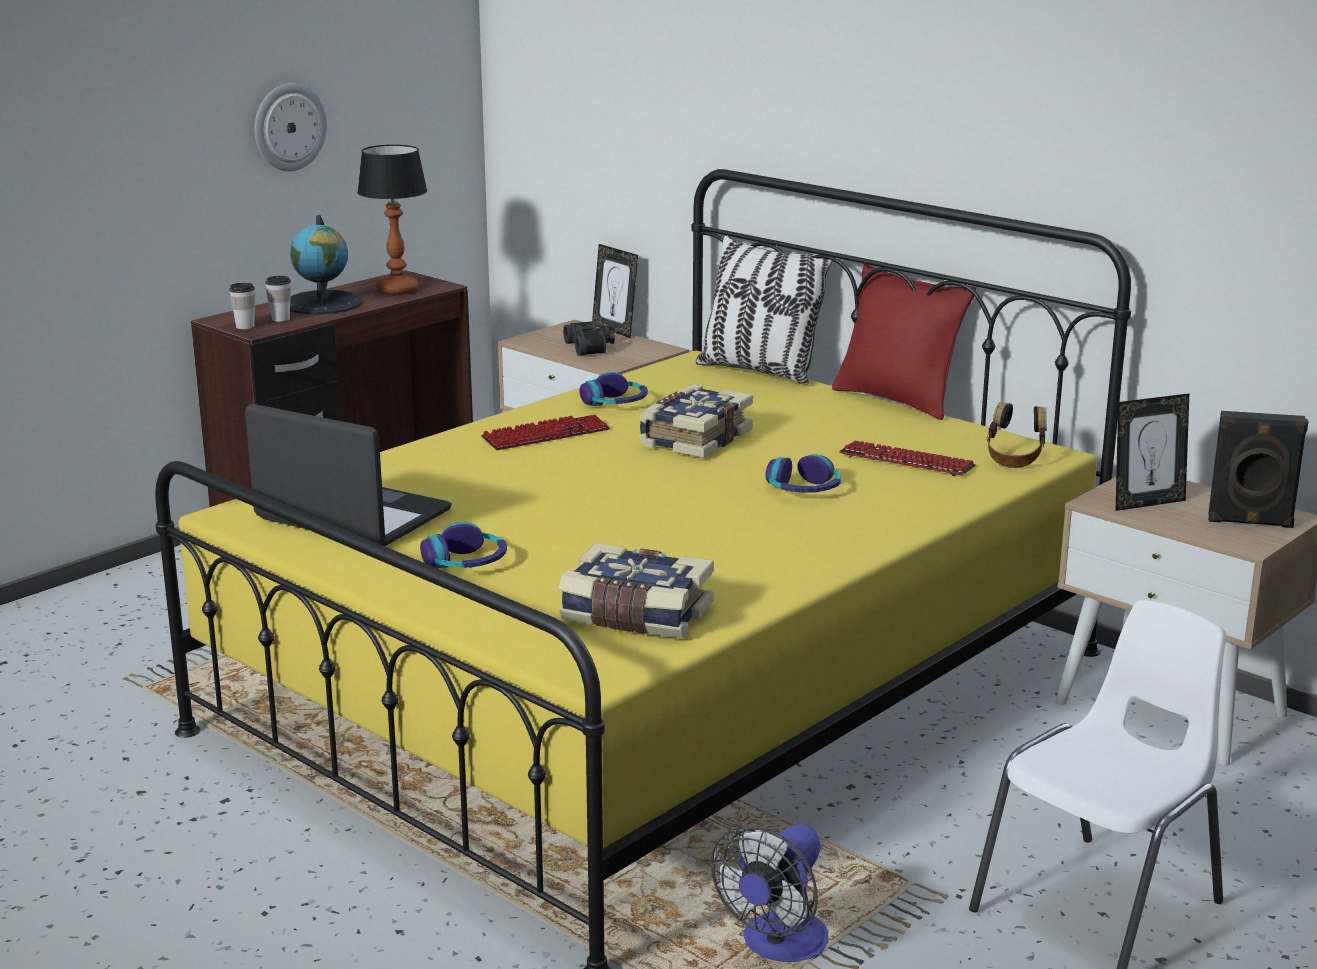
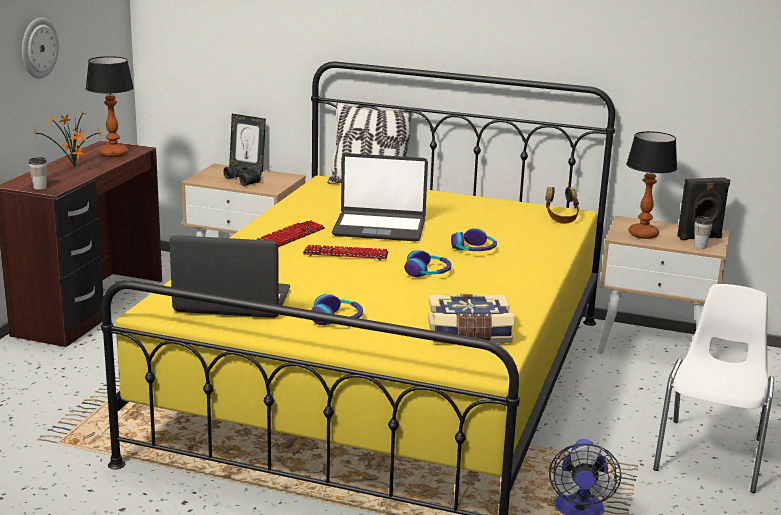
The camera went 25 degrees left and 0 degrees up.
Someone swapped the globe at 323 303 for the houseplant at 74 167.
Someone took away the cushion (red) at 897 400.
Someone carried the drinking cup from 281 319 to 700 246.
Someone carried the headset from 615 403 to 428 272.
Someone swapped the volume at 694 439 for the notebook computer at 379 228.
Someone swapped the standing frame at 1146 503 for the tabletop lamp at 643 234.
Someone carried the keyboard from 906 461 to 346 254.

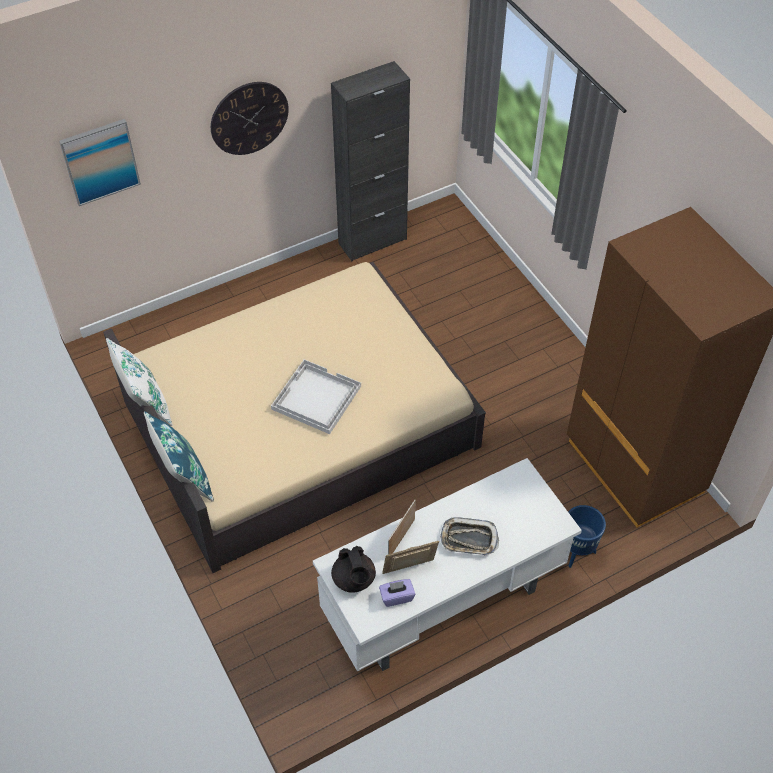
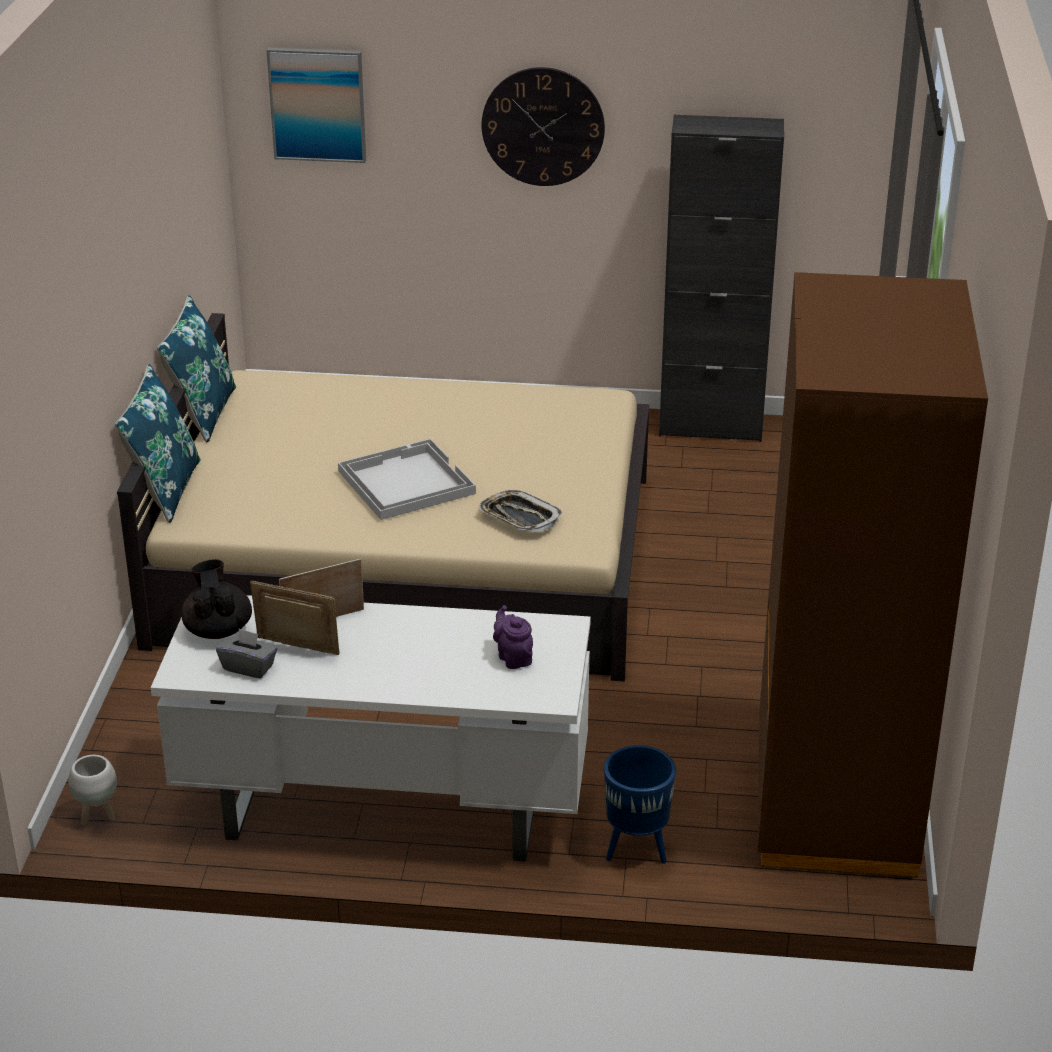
The camera went 35 degrees right and 20 degrees down.
Someone repainted the cushion (white) at 145 403, which became the cushion (bluish) at 202 413.
Someone carried the serving tray from 469 539 to 519 517.
Someone rotated the teapot (black-coloured) at 354 580 by 150 degrees clockwise.
Someone repainted the tissue holder (purple) at 396 597, which became the tissue holder (grey) at 248 667.
Someone put down the teapot (purple) at 513 657.
Someone put down the planter (white) at 97 816.

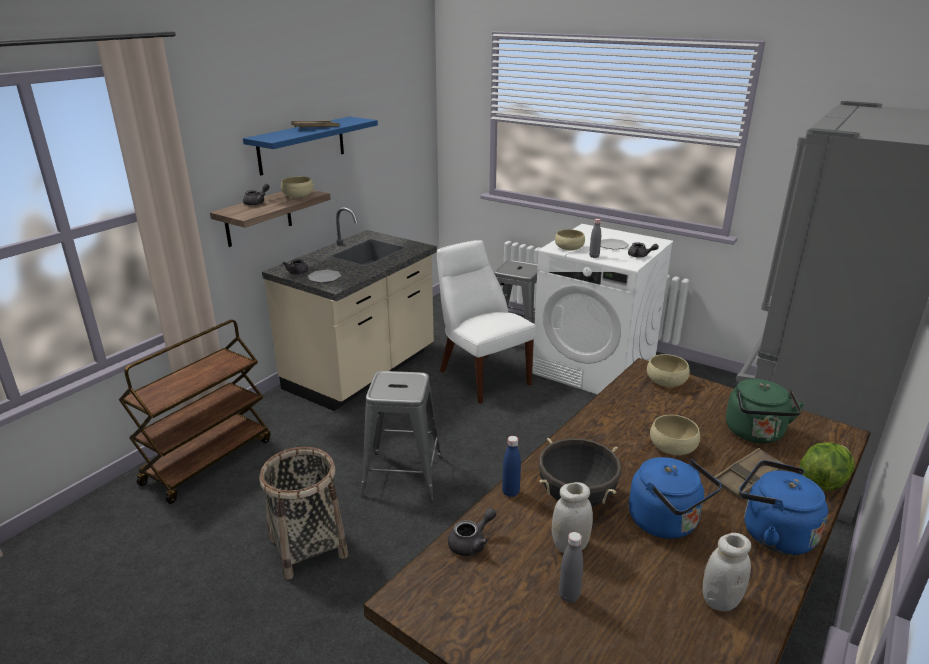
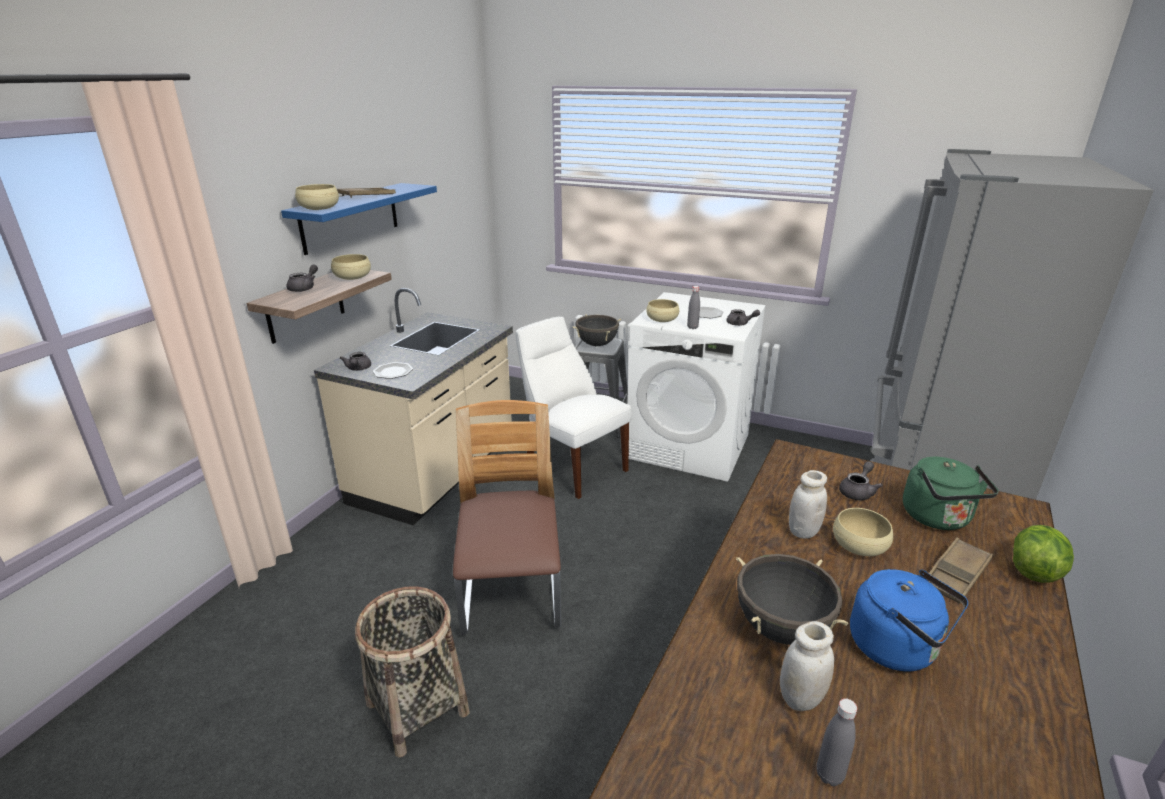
The camera went 10 degrees left and 0 degrees up.
Someone took away the cart (brown) at 208 461.
Someone carried the deep dish (beige-coloured) from 666 381 to 319 208.
Someone swapped the stool seat (grey) at 402 476 for the upright chair at 512 597.
Someone took away the drink bottle (bluish) at 510 492.
Someone took away the kettle (bluish) at 772 533.
Someone carried the teapot (grey) from 471 543 to 858 491.
Someone carried the jar (white) from 720 600 to 803 531.
Someone put down the saucepot (black-coloured) at 597 344.

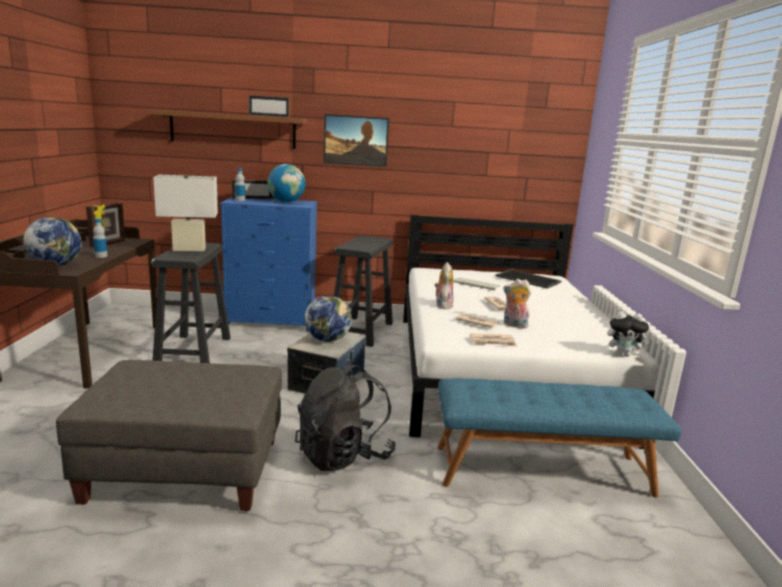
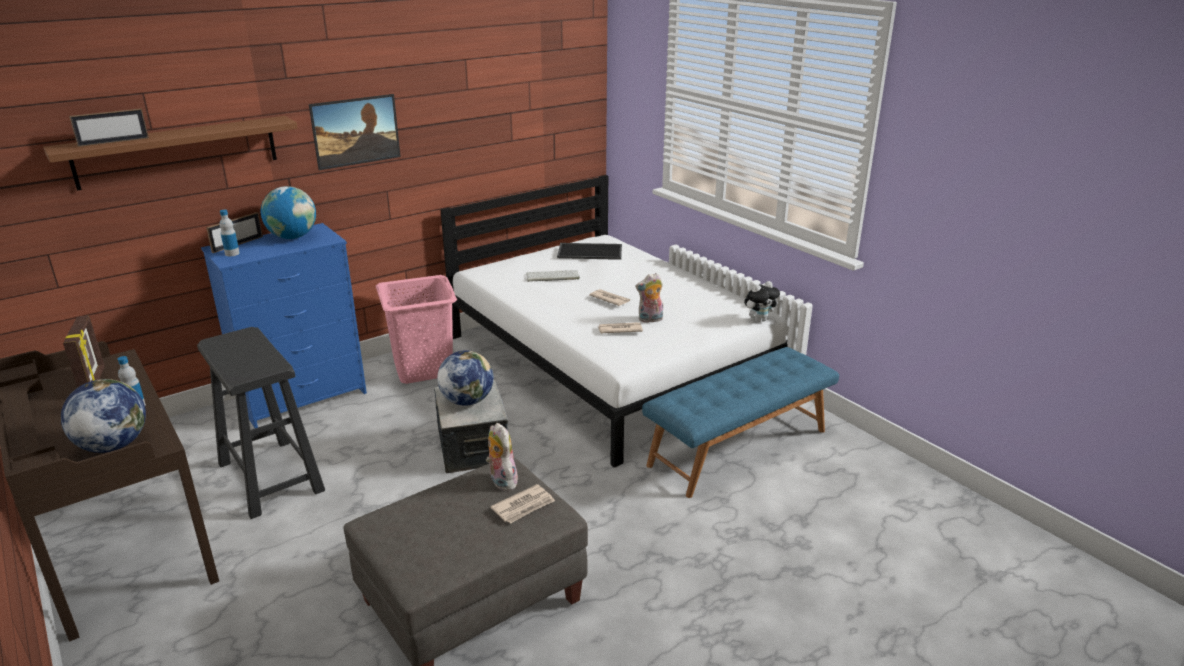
The camera went 35 degrees left and 10 degrees up.
Someone carried the standing frame from 268 116 to 113 142.
Someone took away the tabletop lamp (white) at 189 249.
Someone swapped the stool seat (black-coloured) at 361 331 for the washing basket (pink-coloured) at 424 369.
Someone carried the soft toy from 442 305 to 501 481.
Someone carried the daily paper from 493 342 to 524 506.
Someone took away the backpack (black-coloured) at 343 455.

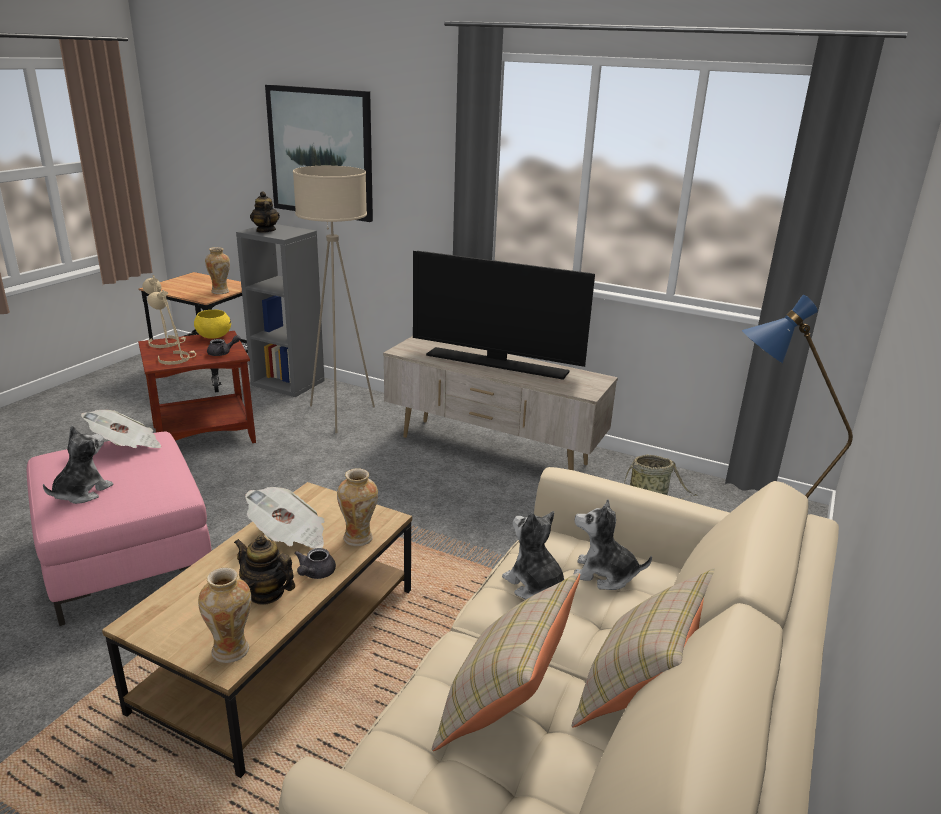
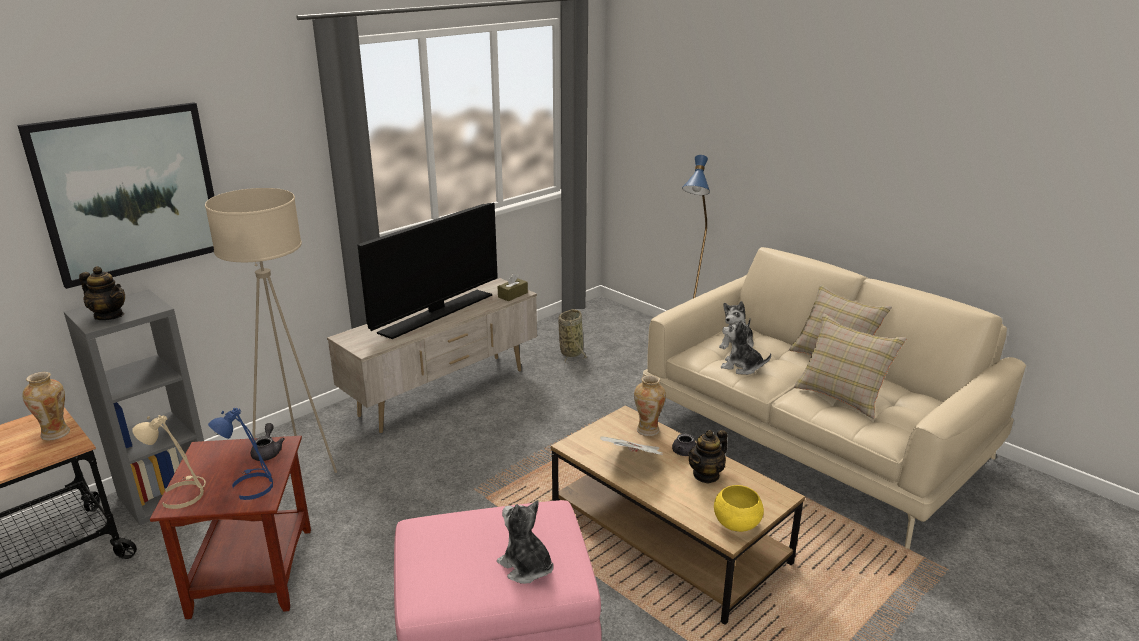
The camera went 70 degrees left and 0 degrees up.
Someone rotated the teapot at 265 230 by 150 degrees counterclockwise.
Someone repainted the tabletop lamp (beige-coloured) at 175 358, which became the tabletop lamp (bluish) at 251 486.
Someone carried the deep dish (yellow-coloured) from 213 336 to 736 524.
Someone took away the daily paper at 126 446.
Someone rotated the soft toy at 534 585 by 45 degrees clockwise.
Someone took away the flower vase at 232 650.
Someone put down the tissue holder (brown) at 513 295.

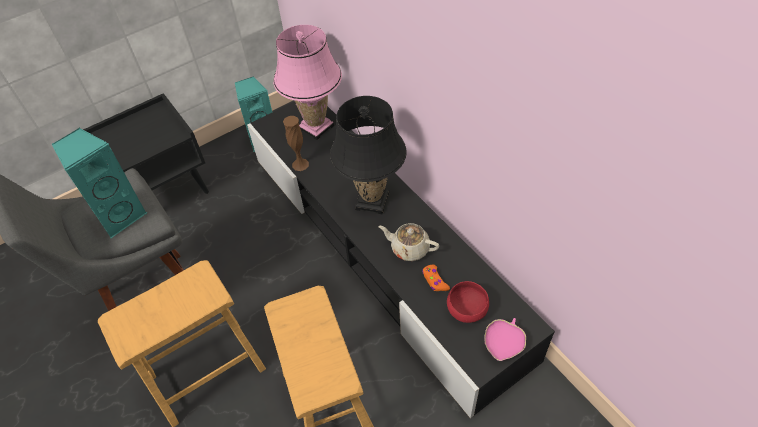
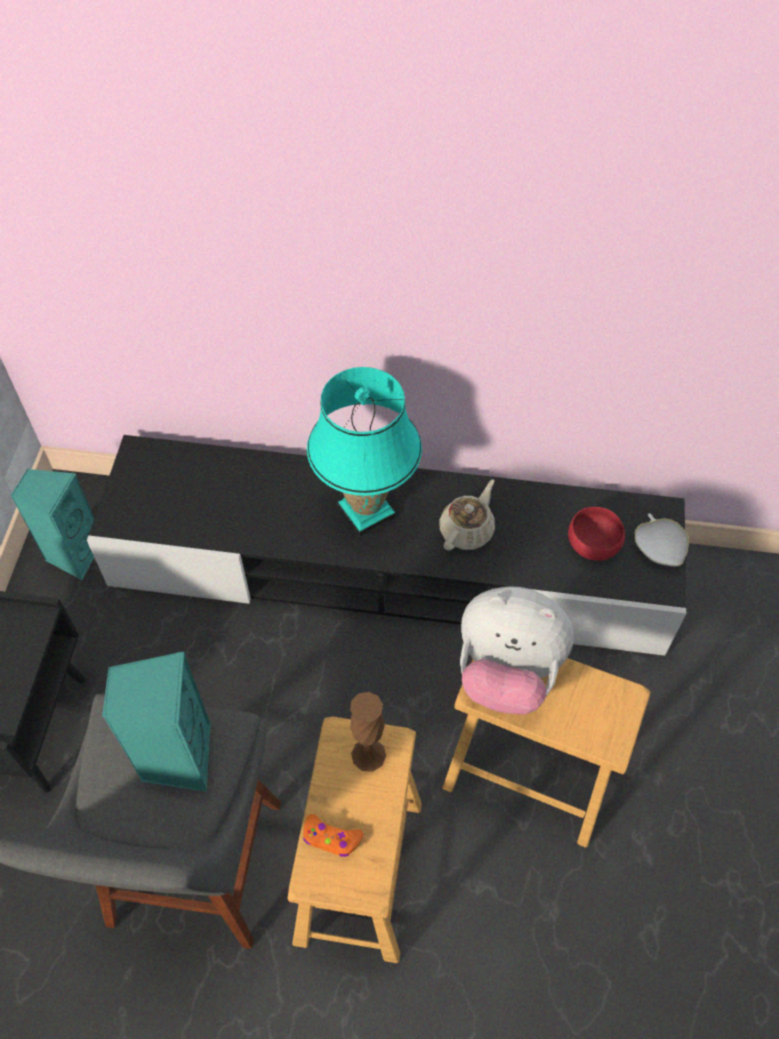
The camera went 50 degrees left and 5 degrees up.
Someone took away the tabletop lamp (pink-coloured) at 316 127.
Someone repainted the tabletop lamp (black-coloured) at 372 201, which became the tabletop lamp (turquoise-coloured) at 366 512.
Someone carried the flower vase (brown) from 300 164 to 368 754.
Someone rotated the teapot (beige-coloured) at 409 248 by 150 degrees clockwise.
Someone carried the joypad (orange) from 434 281 to 331 838.
Someone repainted the deep dish (pink-coloured) at 503 344, which became the deep dish (white) at 659 548.
Someone put down the soft toy at 507 672.

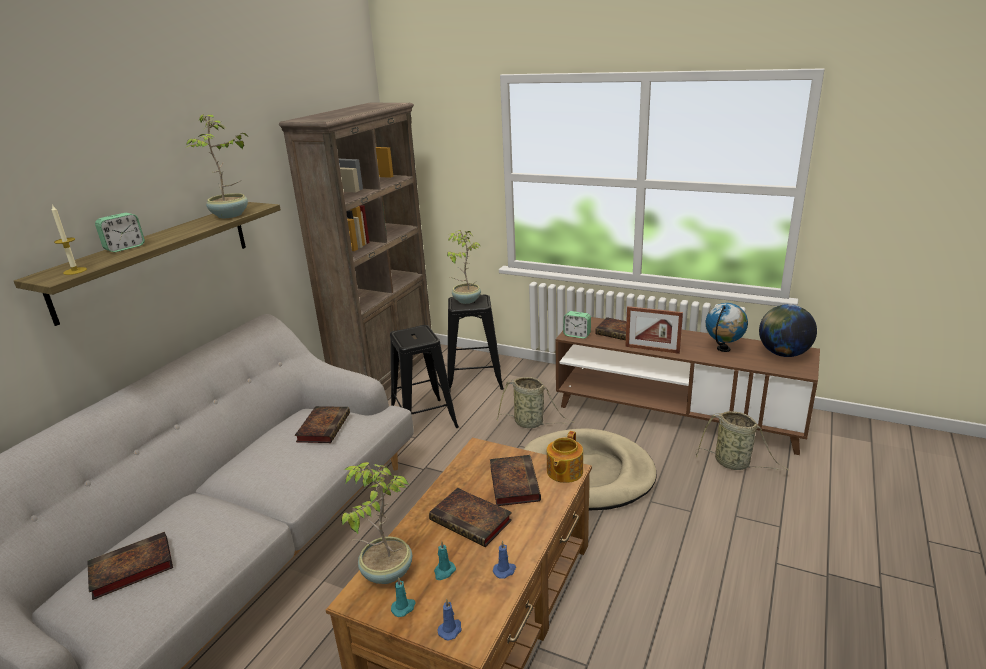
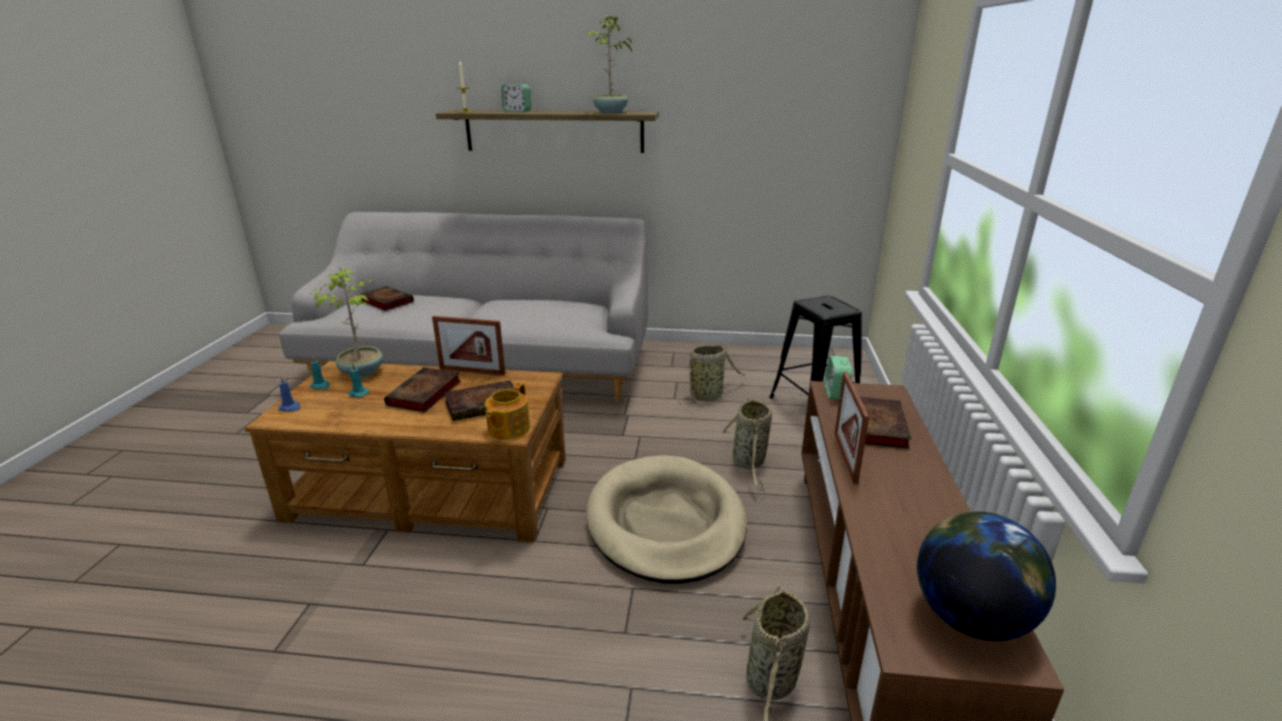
The camera went 70 degrees right and 0 degrees up.
Someone took away the shelving unit (brown) at 387 378.
Someone took away the houseplant at 466 300.
Someone took away the globe at 723 349.
Someone swapped the stool seat (black-coloured) at 424 419 for the household basket at 708 395.
Someone took away the volume at 323 427.
Someone rotated the teapot at 564 472 by 75 degrees counterclockwise.
Someone took away the wax candle (bluish) at 505 570.
Someone put down the standing frame at 472 371.

